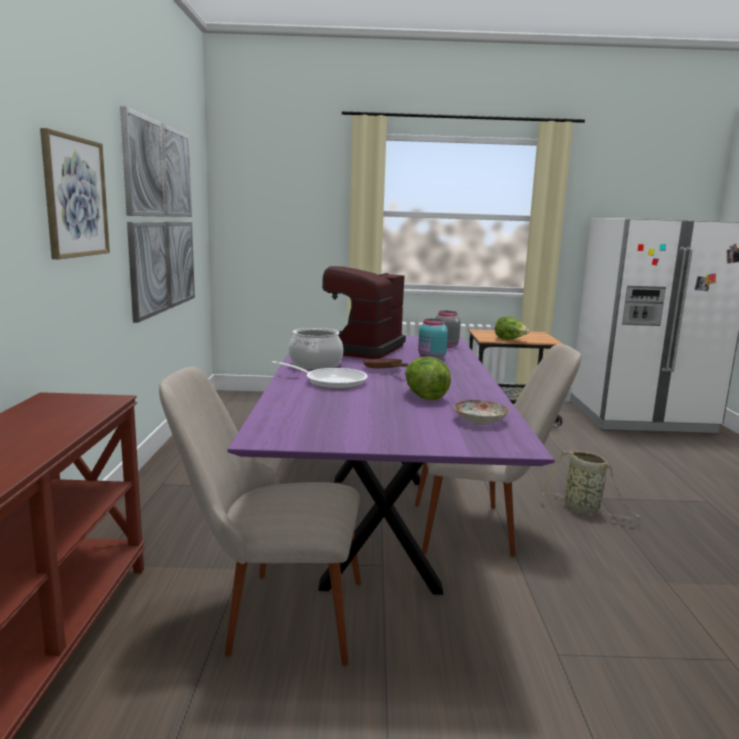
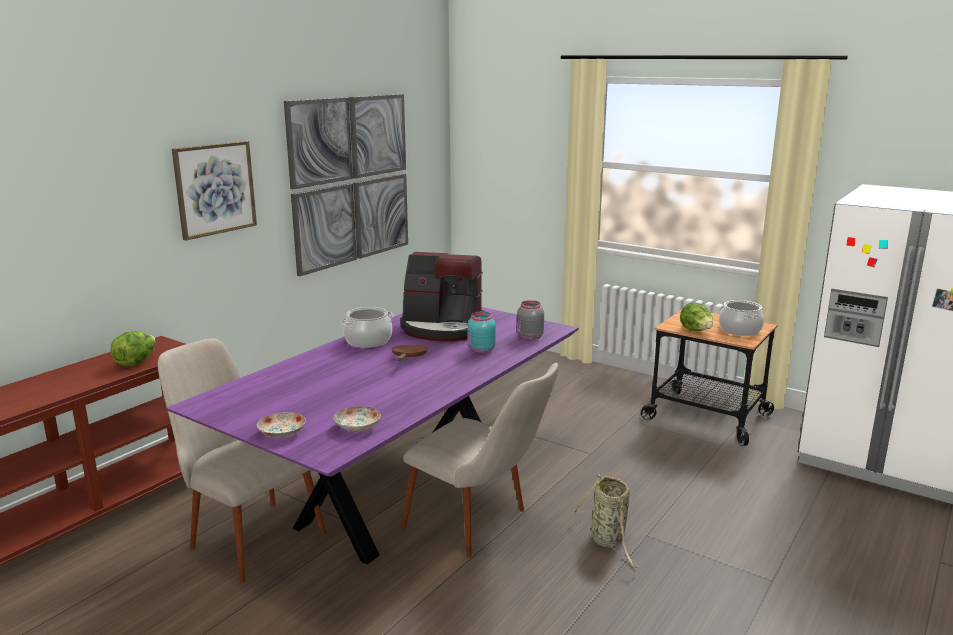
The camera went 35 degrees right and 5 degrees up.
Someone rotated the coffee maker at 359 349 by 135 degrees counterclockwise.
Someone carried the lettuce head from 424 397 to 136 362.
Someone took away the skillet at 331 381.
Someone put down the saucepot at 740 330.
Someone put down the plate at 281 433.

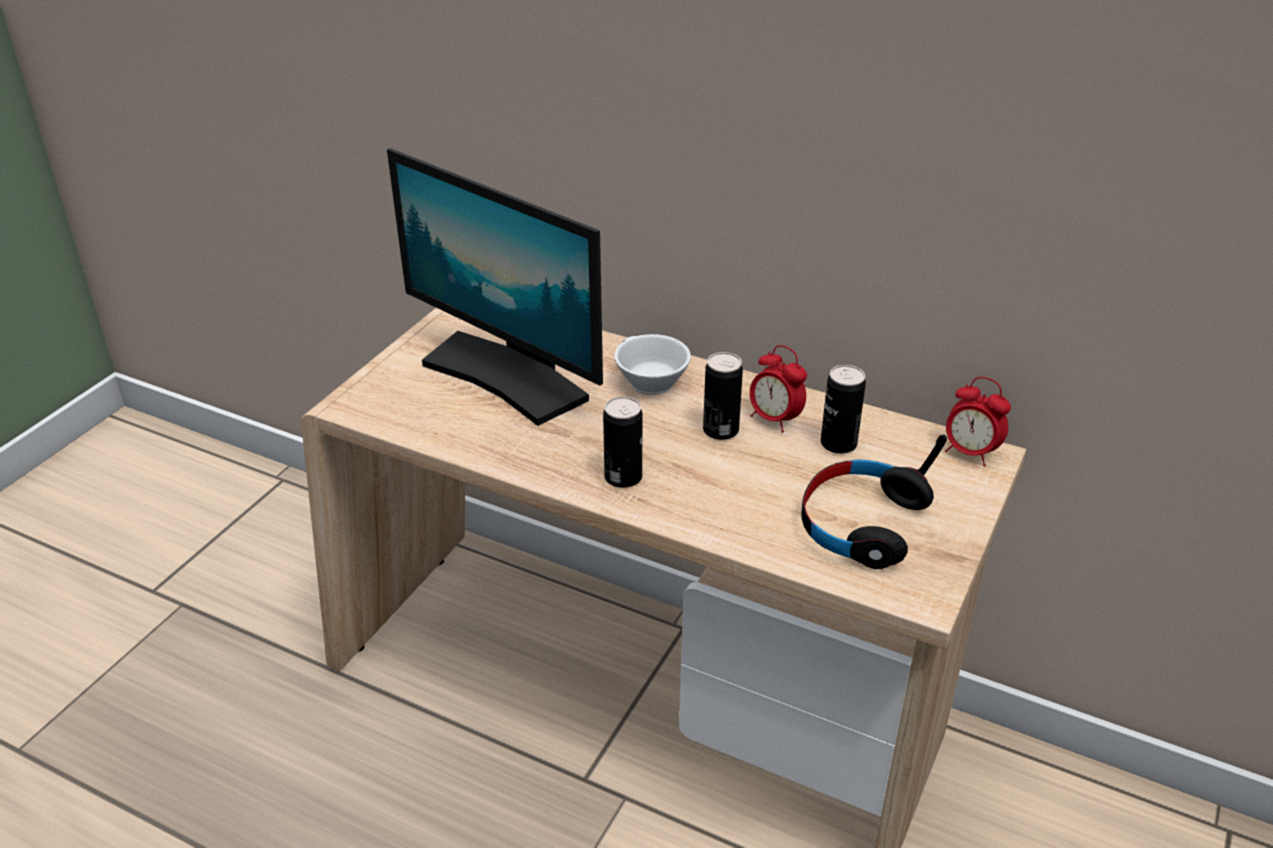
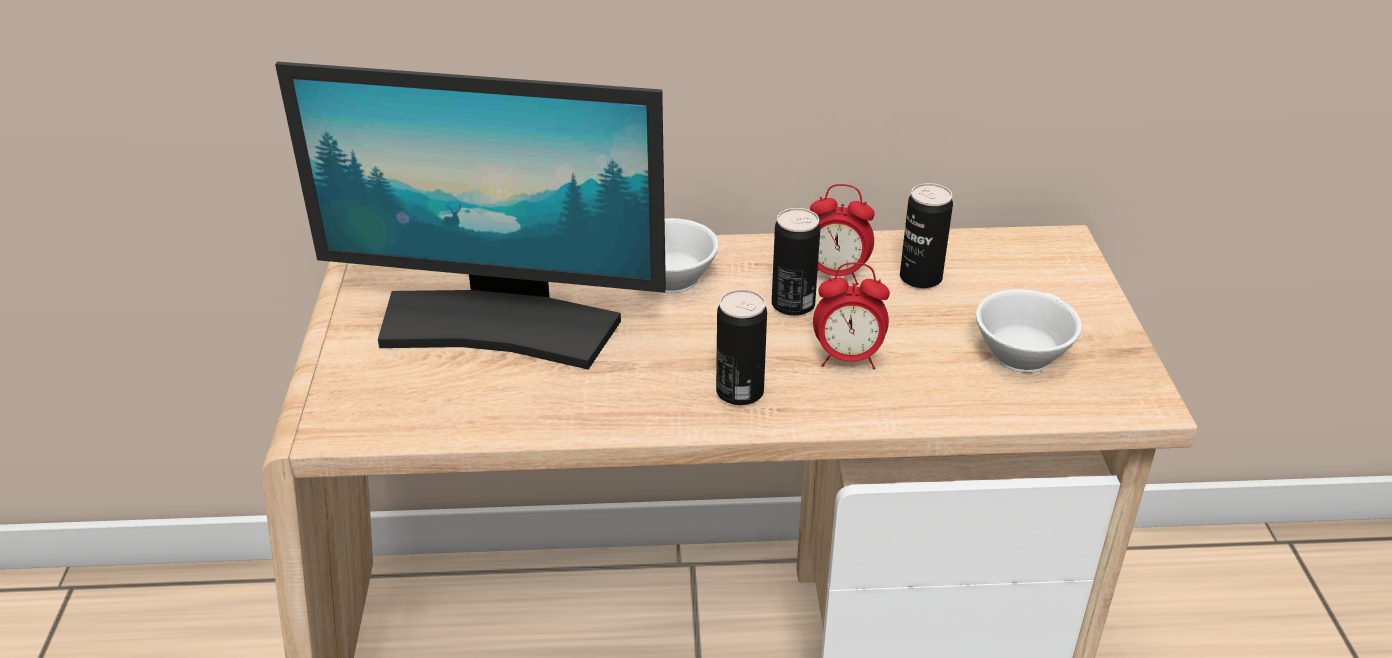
The camera went 30 degrees left and 0 degrees up.
Someone carried the bedside clock from 970 453 to 848 358.
Someone swapped the headset (black-coloured) at 861 524 for the drinking cup (white) at 1019 351.

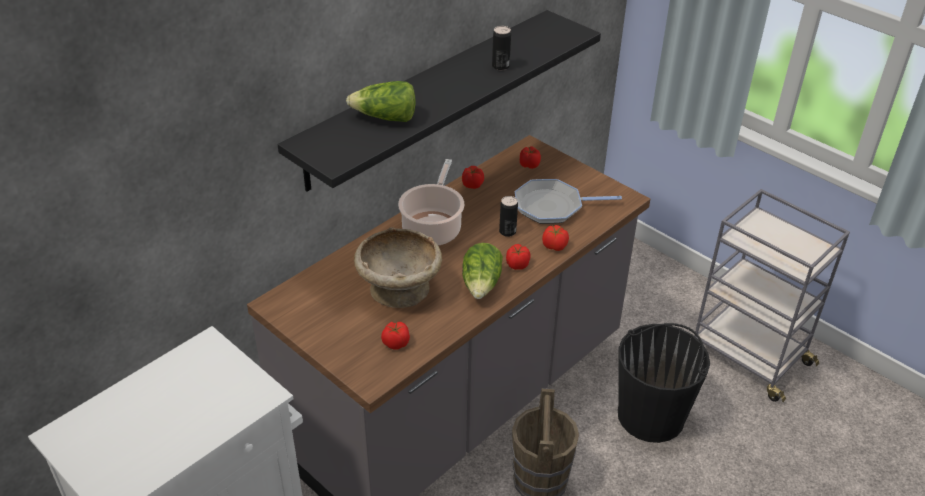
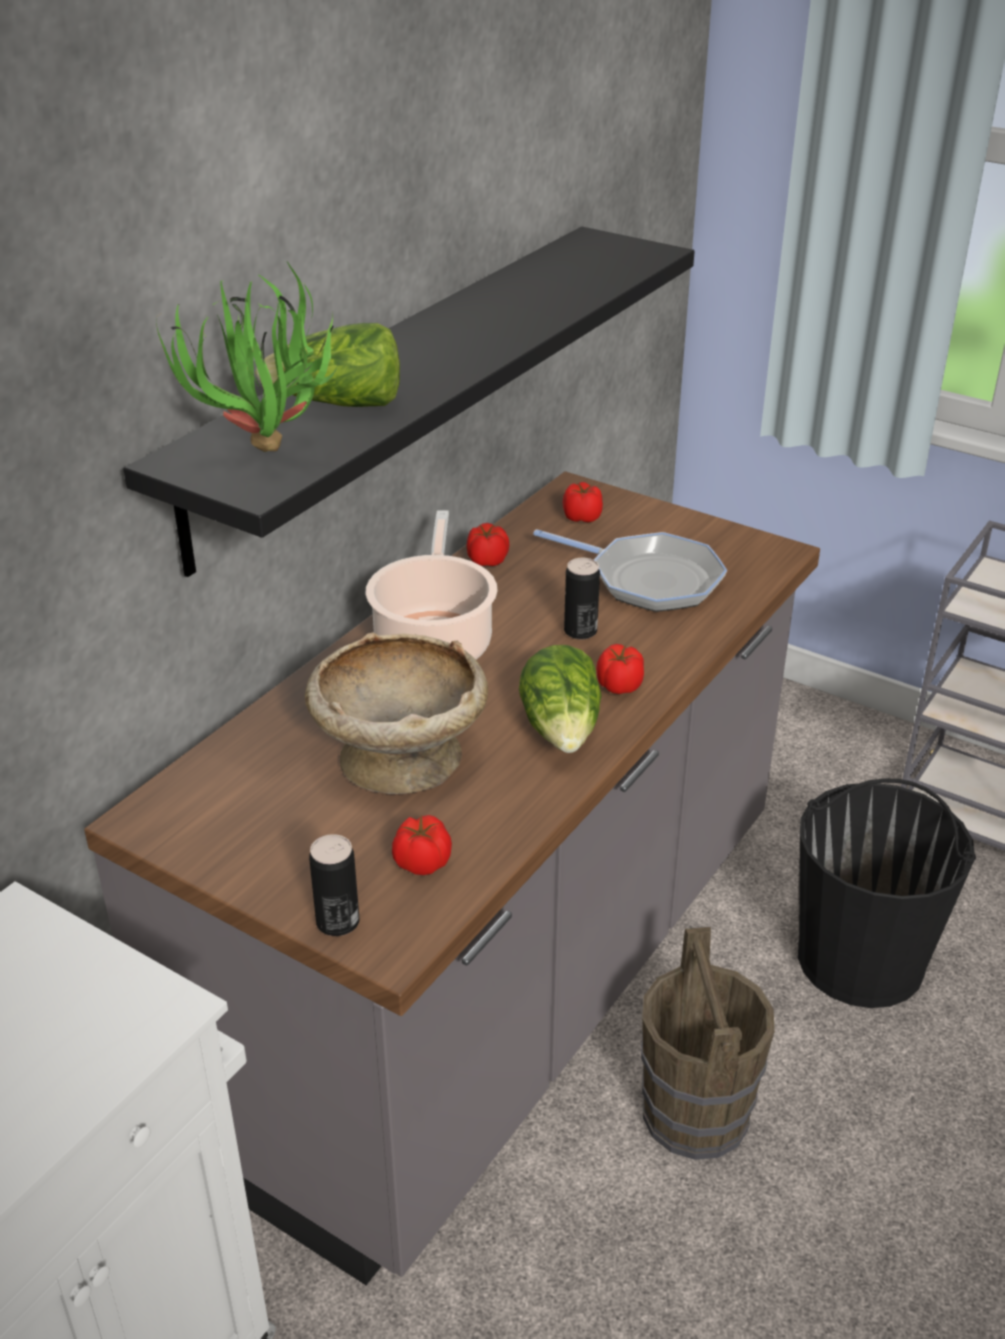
The camera went 10 degrees left and 5 degrees down.
Someone carried the metal can from 500 66 to 338 922.
Someone rotated the skillet at 552 206 by 135 degrees counterclockwise.
Someone took away the tomato at 555 246.
Someone put down the houseplant at 270 461.

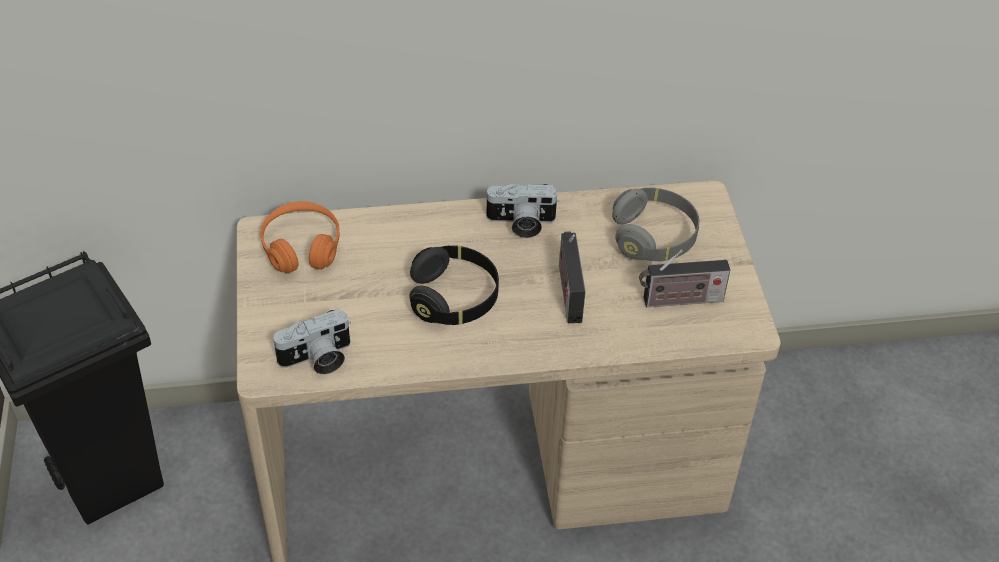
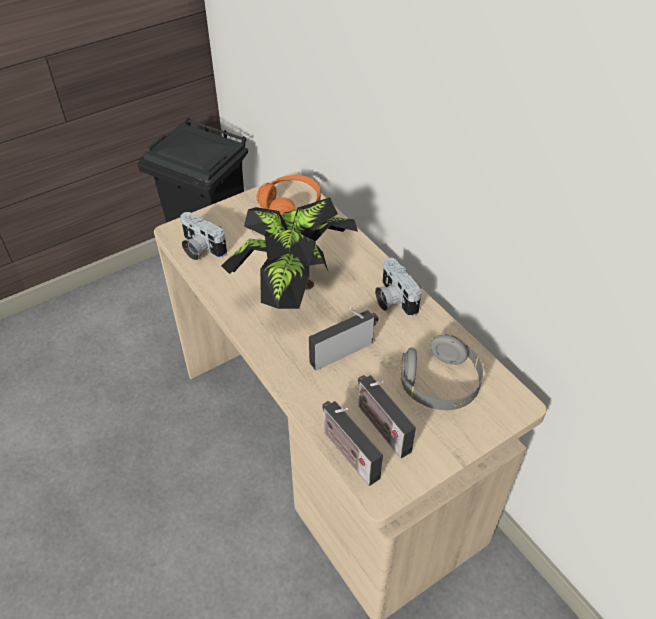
The camera went 65 degrees right and 0 degrees up.
Someone swapped the headset (black-coloured) at 454 298 for the houseplant at 293 291.
Someone put down the radio receiver at 348 452.

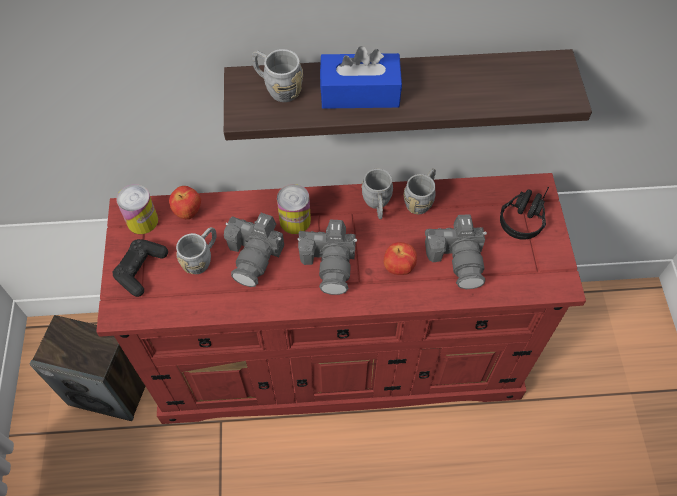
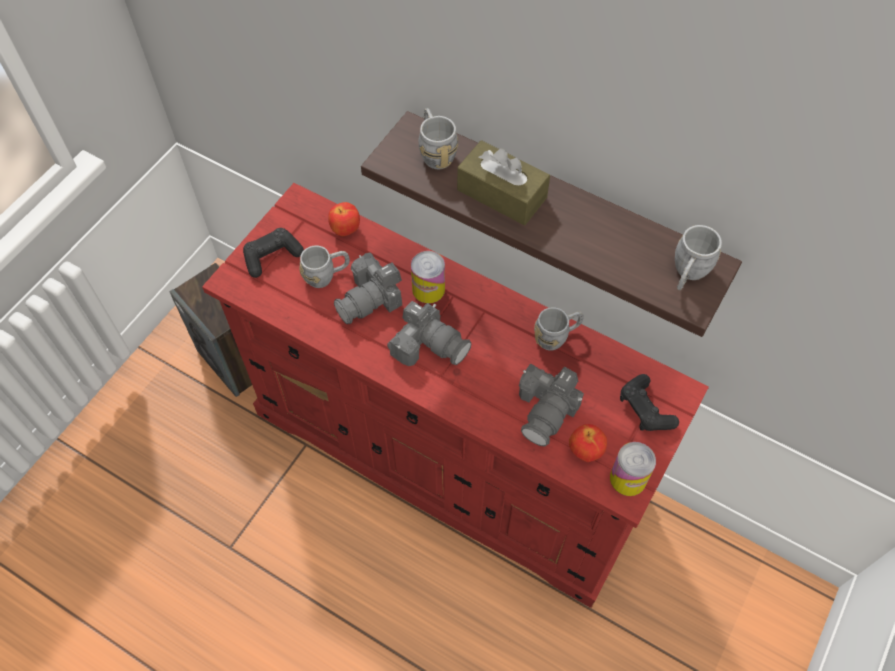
The camera went 35 degrees right and 0 degrees up.
Someone repainted the tissue holder (bluish) at 360 92, which became the tissue holder (brown) at 501 194.
Someone carried the tea mug (grey) from 377 205 to 687 274.
Someone carried the metal can from 142 221 to 628 478.
Someone swapped the headset (black-coloured) at 524 215 for the joypad (black-coloured) at 645 409.
Someone rotated the photo camera at 330 263 by 90 degrees counterclockwise.
Someone carried the apple from 398 268 to 585 451.

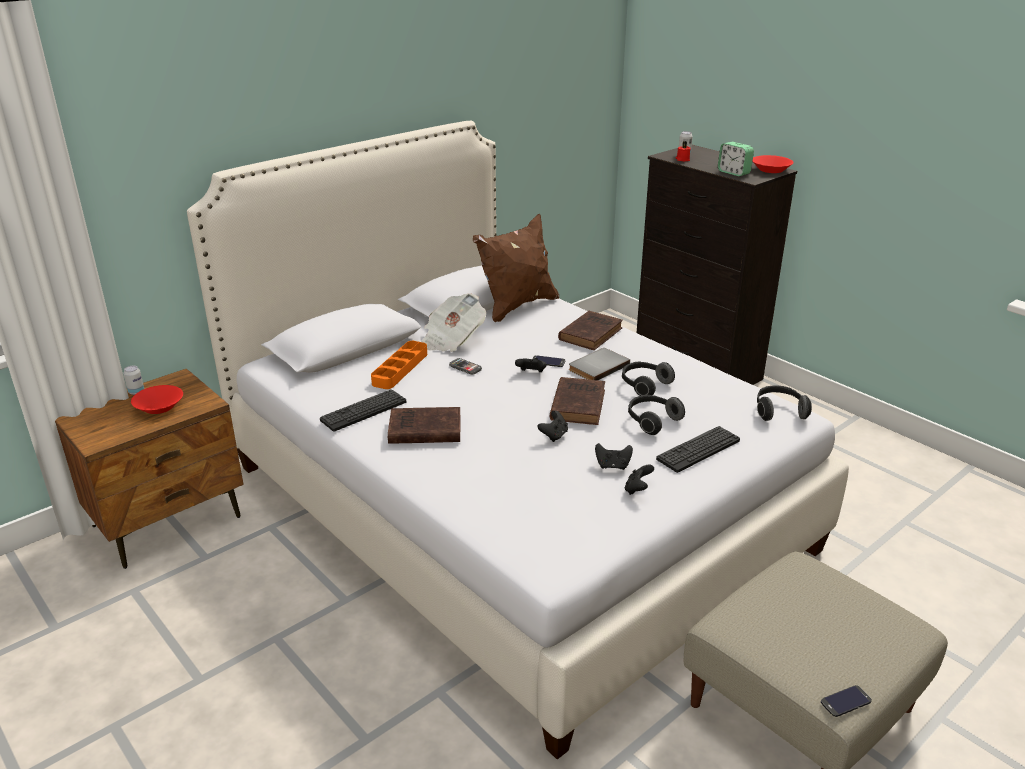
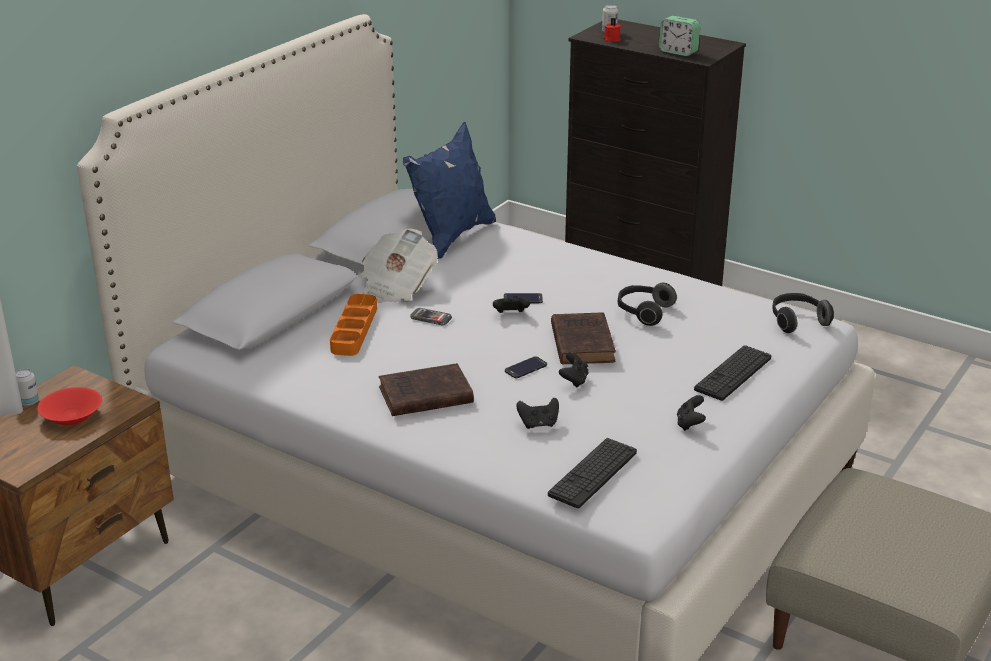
The camera went 15 degrees left and 0 degrees up.
Someone took away the deep dish (red) at 771 170.
Someone repainted the cushion (brown) at 517 306, which became the cushion (bluish) at 451 237.
Someone took away the volume (brown) at 591 333.
Someone took away the volume (grey) at 597 366.
Someone carried the keyboard from 364 411 to 593 473.
Someone took away the headset at 652 421.
Someone carried the joypad (black-coloured) from 612 466 to 538 424.
Someone carried the phone from 845 701 to 525 368.

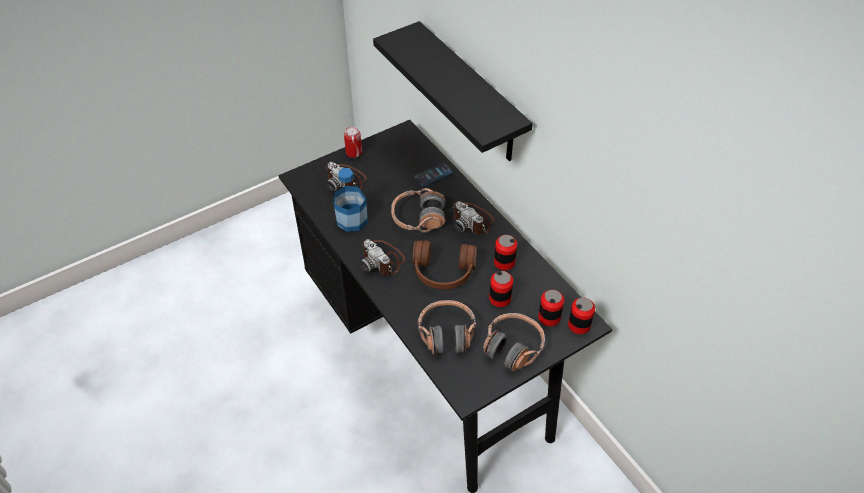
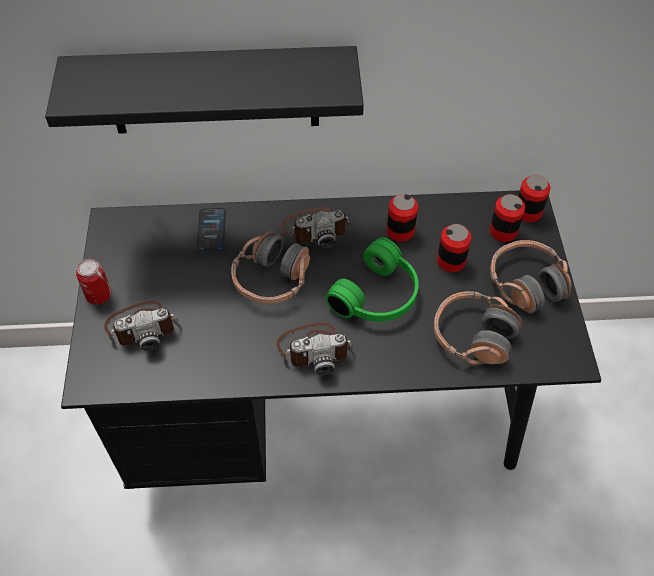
The camera went 60 degrees left and 5 degrees up.
Someone took away the drink bottle at 352 220.
Someone repainted the headset (brown) at 443 273, which became the headset (greenish) at 379 296.

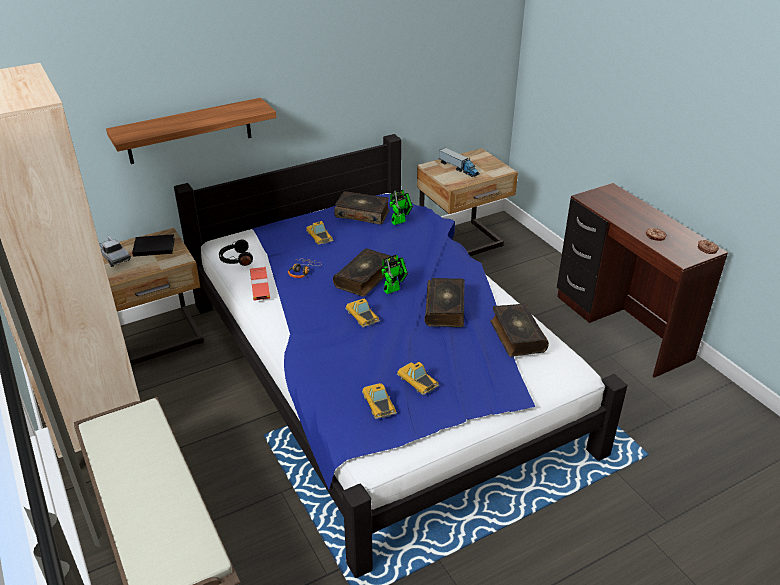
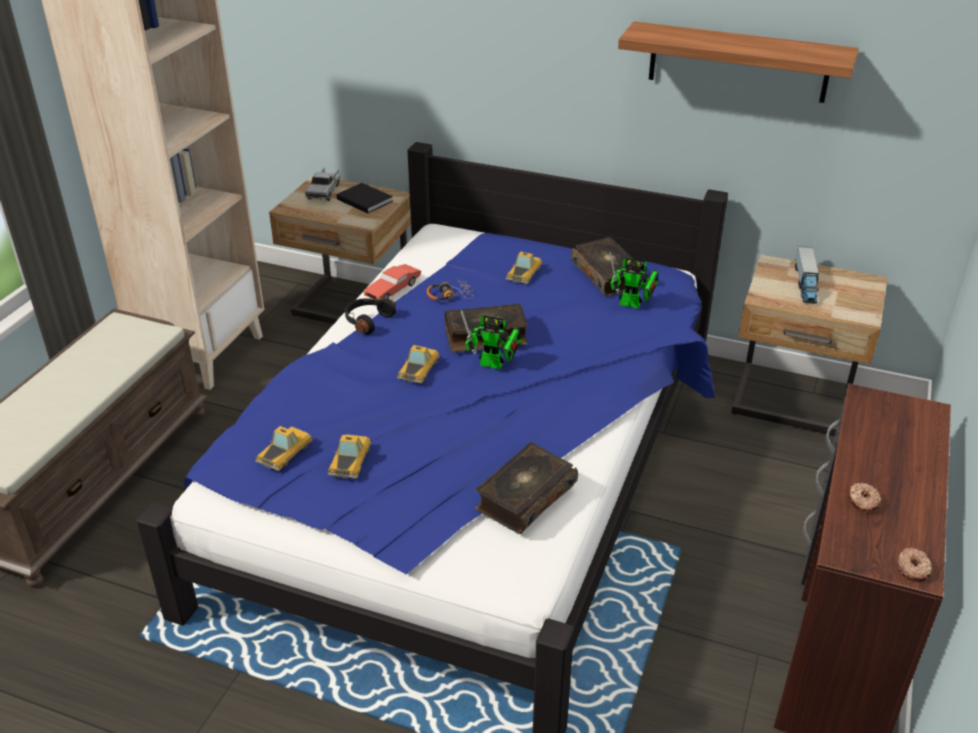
The camera went 50 degrees right and 0 degrees up.
Someone carried the bracket shelf from 189 131 to 738 62.
Someone carried the headset (black-coloured) from 236 259 to 367 321.
Someone took away the volume at 445 309.

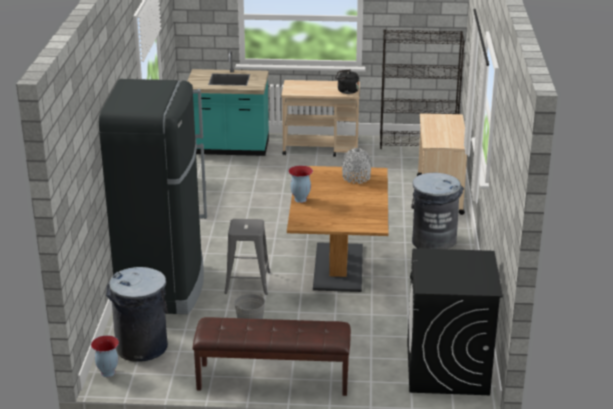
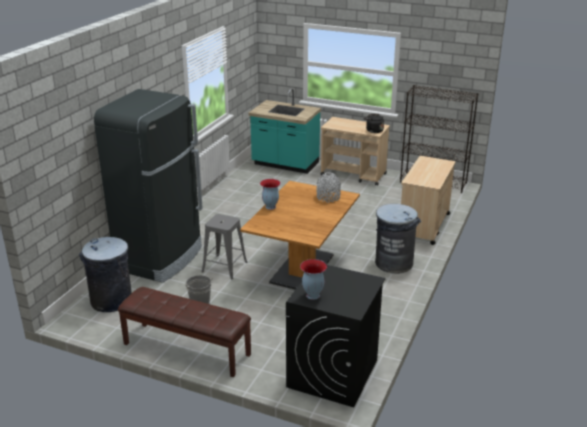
The camera went 20 degrees right and 0 degrees up.
Someone carried the flower vase from 107 373 to 312 295.

